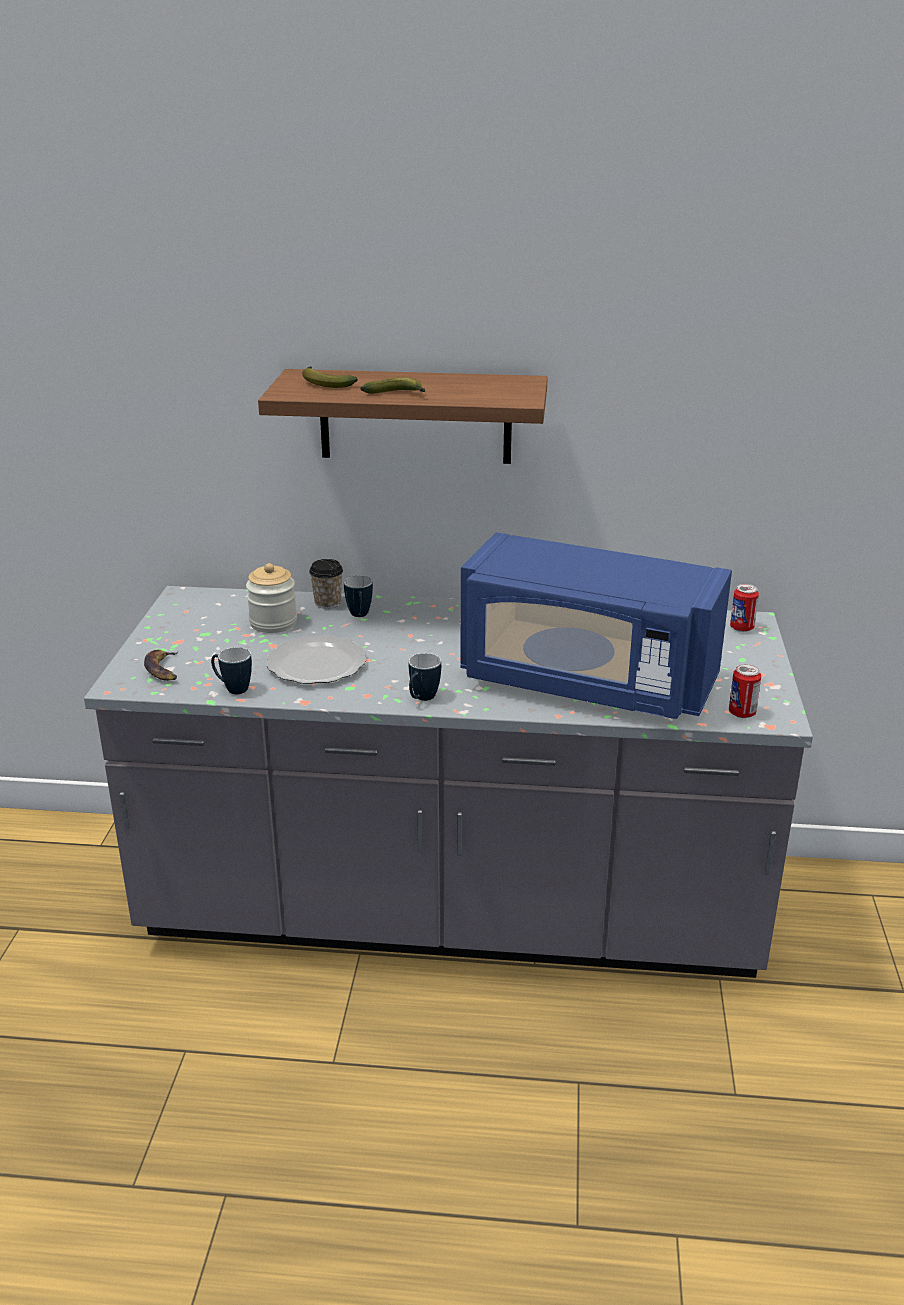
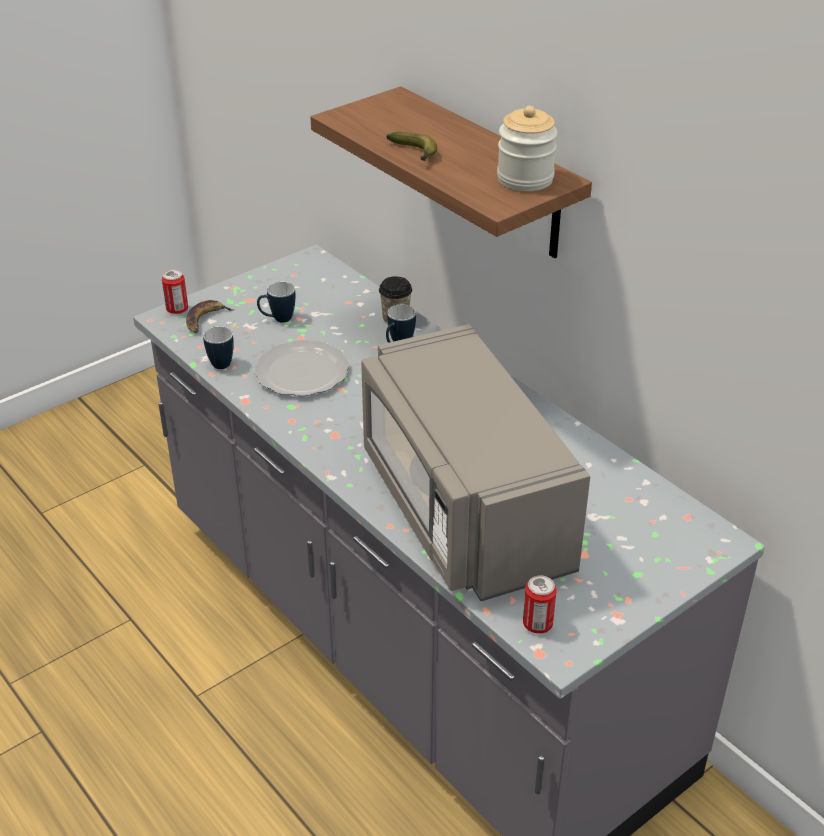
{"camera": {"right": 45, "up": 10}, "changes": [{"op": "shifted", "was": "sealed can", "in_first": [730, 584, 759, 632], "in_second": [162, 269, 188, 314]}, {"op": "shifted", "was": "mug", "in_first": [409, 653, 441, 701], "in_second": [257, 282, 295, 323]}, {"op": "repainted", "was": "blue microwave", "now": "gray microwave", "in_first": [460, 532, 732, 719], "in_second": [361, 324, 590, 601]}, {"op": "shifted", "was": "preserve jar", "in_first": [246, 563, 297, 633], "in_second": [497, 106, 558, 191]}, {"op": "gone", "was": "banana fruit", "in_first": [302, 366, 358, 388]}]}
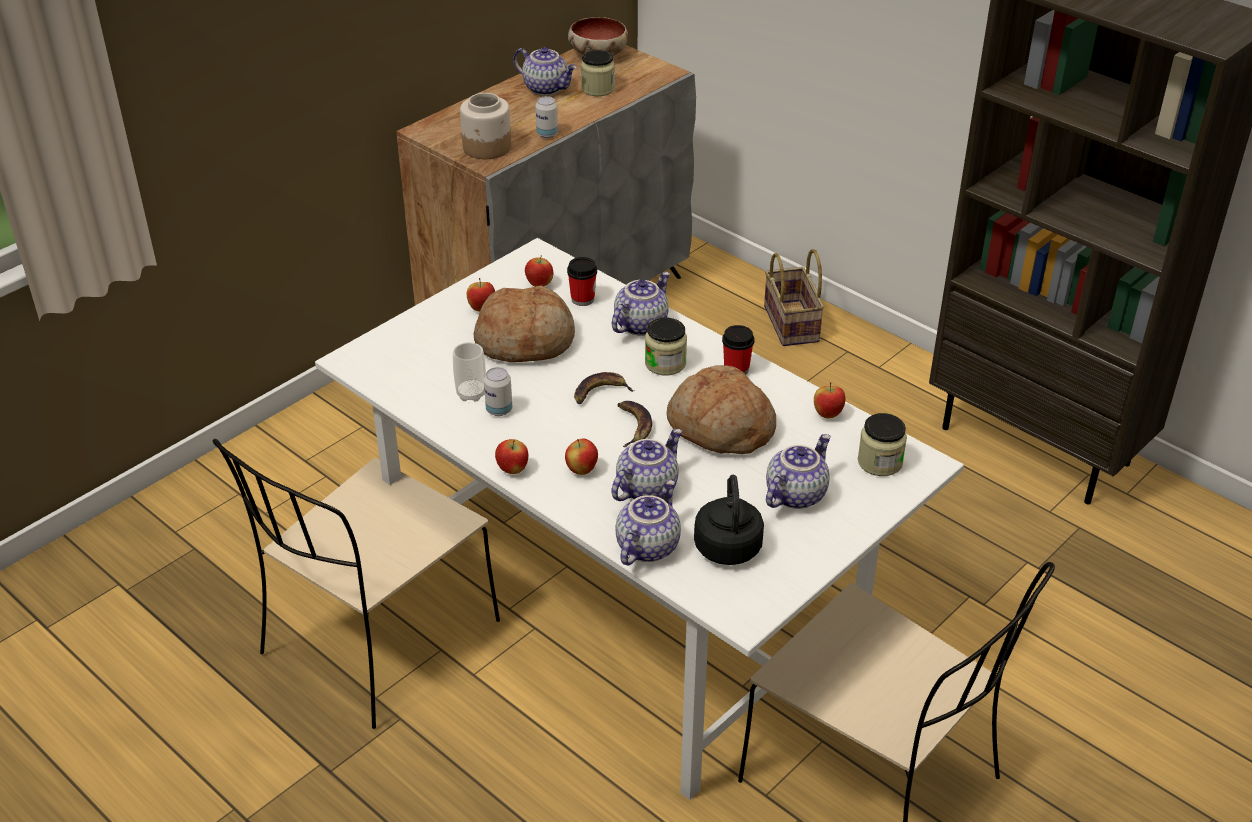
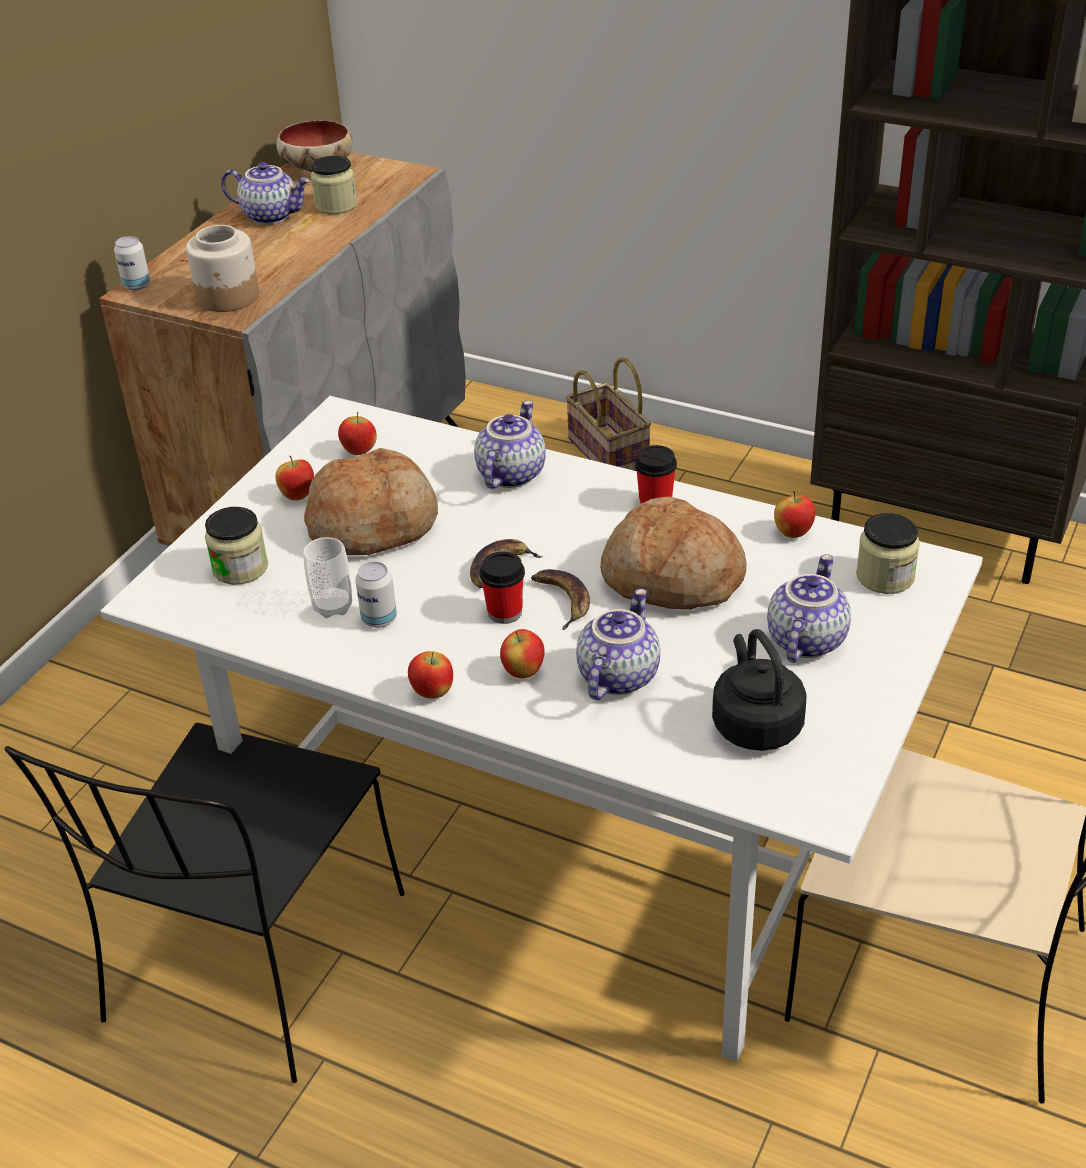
{"camera": {"right": -15, "up": 0}, "changes": [{"op": "repainted", "was": "beige chair", "now": "blackish chair", "in_first": [213, 439, 500, 729], "in_second": [4, 723, 405, 1083]}, {"op": "shifted", "was": "sealed can", "in_first": [535, 96, 558, 138], "in_second": [114, 236, 150, 291]}, {"op": "shifted", "was": "preserve jar", "in_first": [645, 318, 687, 375], "in_second": [205, 507, 268, 585]}, {"op": "shifted", "was": "cup", "in_first": [567, 257, 597, 306], "in_second": [480, 552, 525, 624]}, {"op": "gone", "was": "teapot", "in_first": [616, 480, 681, 566]}]}
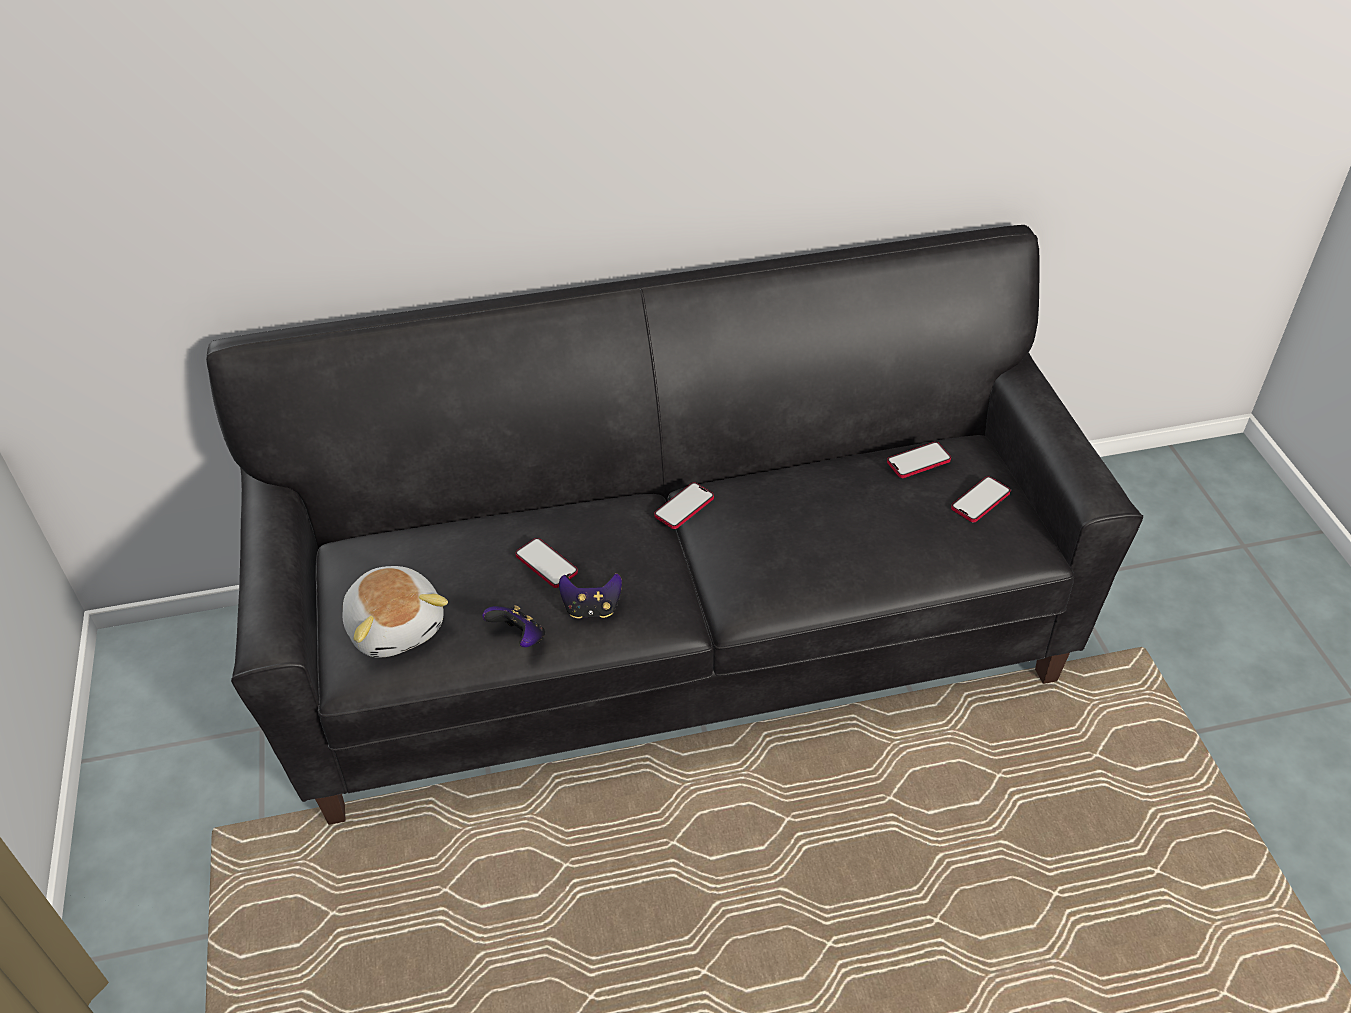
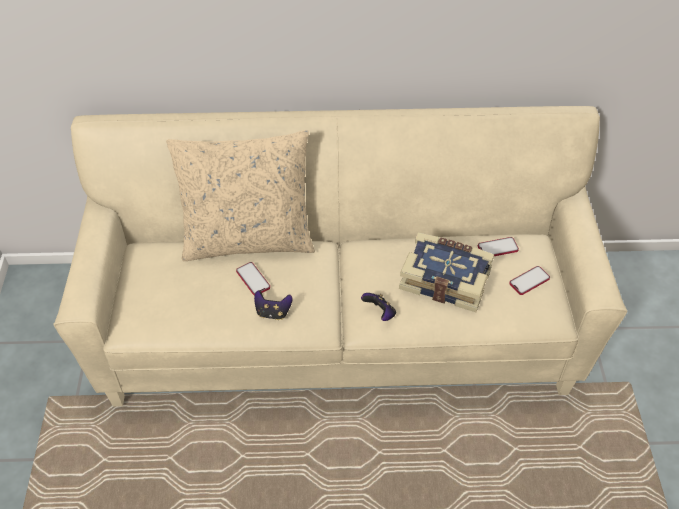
{"camera": {"right": 10, "up": 5}, "changes": [{"op": "repainted", "was": "blackish settee", "now": "beige settee", "in_first": [206, 225, 1143, 825], "in_second": [53, 106, 628, 406]}, {"op": "new", "now": "beige throw pillow", "in_second": [166, 130, 315, 261]}, {"op": "shifted", "was": "joypad", "in_first": [483, 605, 545, 647], "in_second": [361, 293, 396, 321]}, {"op": "new", "now": "bound book", "in_second": [399, 233, 494, 312]}, {"op": "gone", "was": "soft toy", "in_first": [342, 566, 448, 658]}, {"op": "gone", "was": "phone", "in_first": [654, 482, 714, 529]}]}
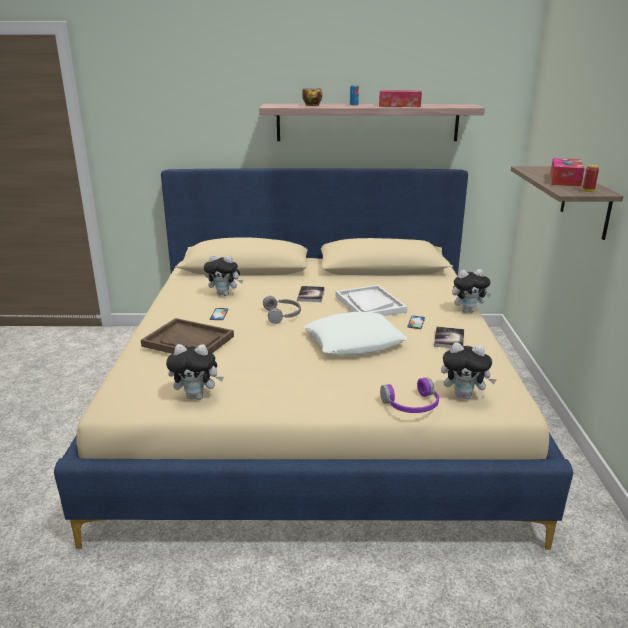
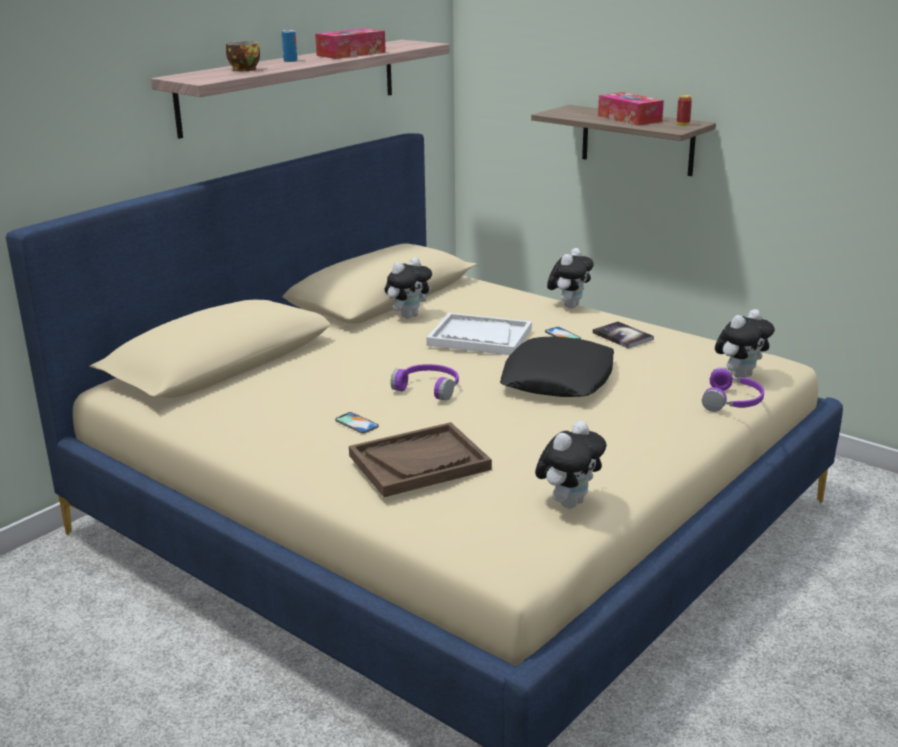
{"camera": {"right": -50, "up": 0}, "changes": [{"op": "shifted", "was": "soft toy", "in_first": [204, 255, 243, 296], "in_second": [384, 257, 432, 318]}, {"op": "repainted", "was": "gray headphones", "now": "purple-coloured headphones", "in_first": [263, 296, 301, 324], "in_second": [390, 364, 459, 401]}, {"op": "repainted", "was": "white-coloured throw pillow", "now": "blackish throw pillow", "in_first": [304, 312, 407, 356], "in_second": [500, 337, 614, 397]}, {"op": "gone", "was": "bound book", "in_first": [297, 286, 325, 302]}]}
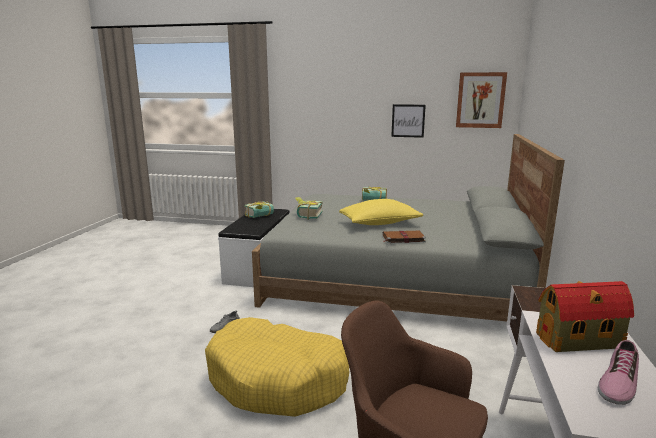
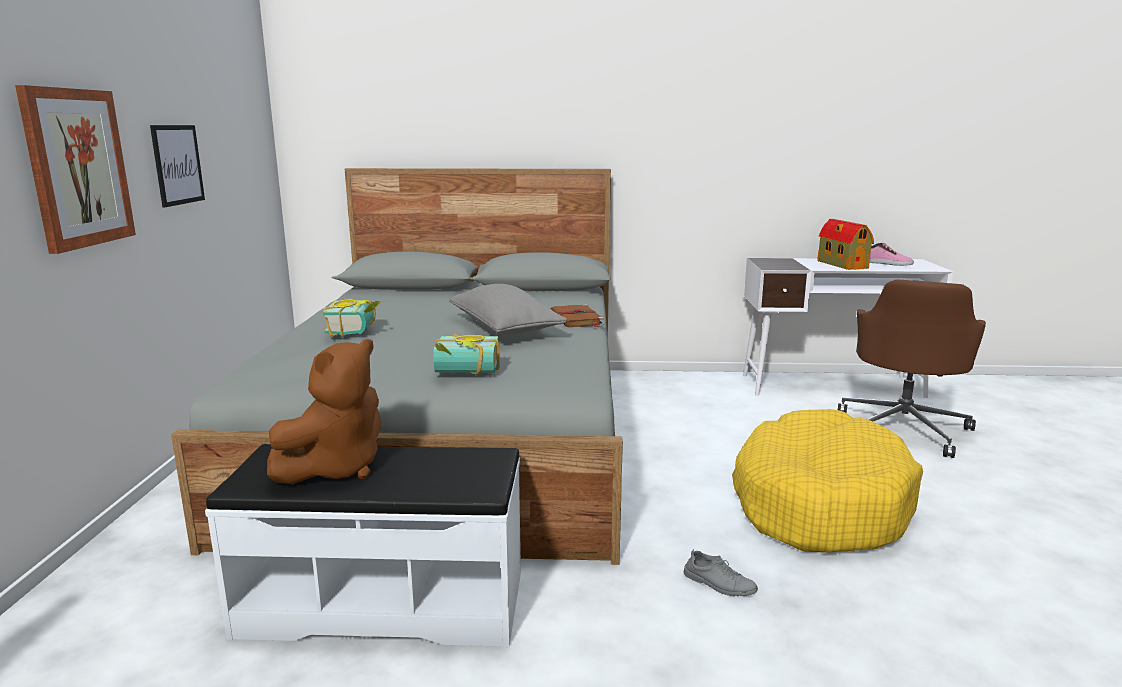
{"camera": {"right": -100, "up": 0}, "changes": [{"op": "shifted", "was": "wall art", "in_first": [456, 72, 507, 128], "in_second": [15, 85, 136, 254]}, {"op": "swapped", "was": "bound book", "now": "brown-coloured soft toy", "in_first": [244, 201, 274, 218], "in_second": [267, 339, 381, 484]}, {"op": "repainted", "was": "yellow-coloured throw pillow", "now": "gray throw pillow", "in_first": [339, 199, 423, 225], "in_second": [449, 284, 567, 335]}]}
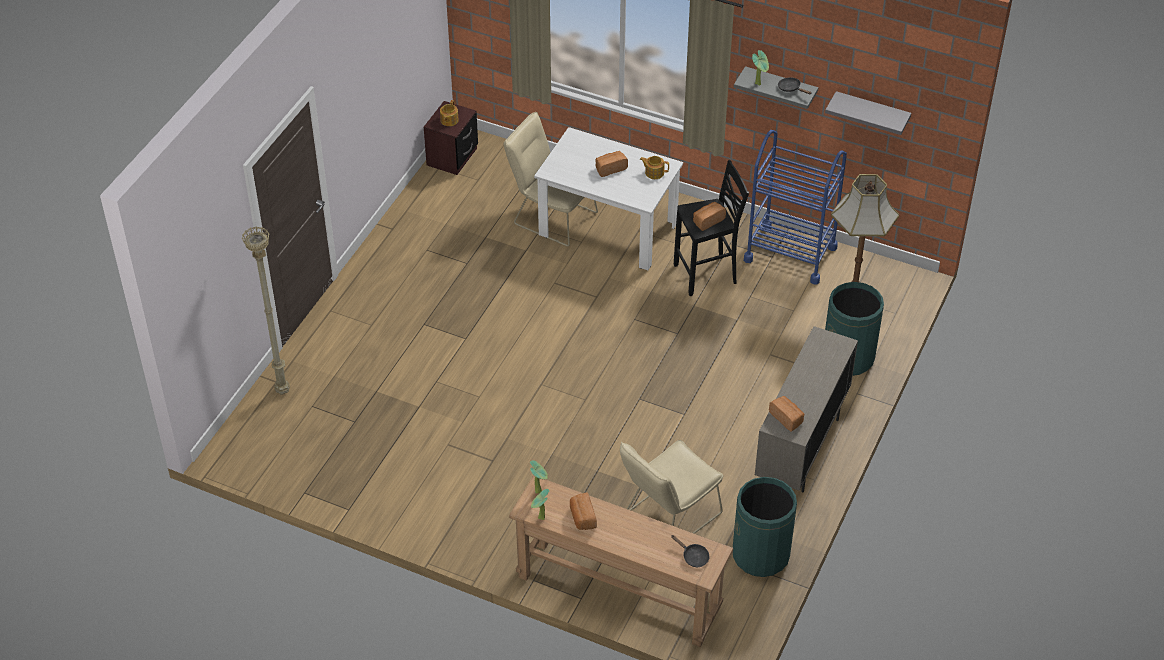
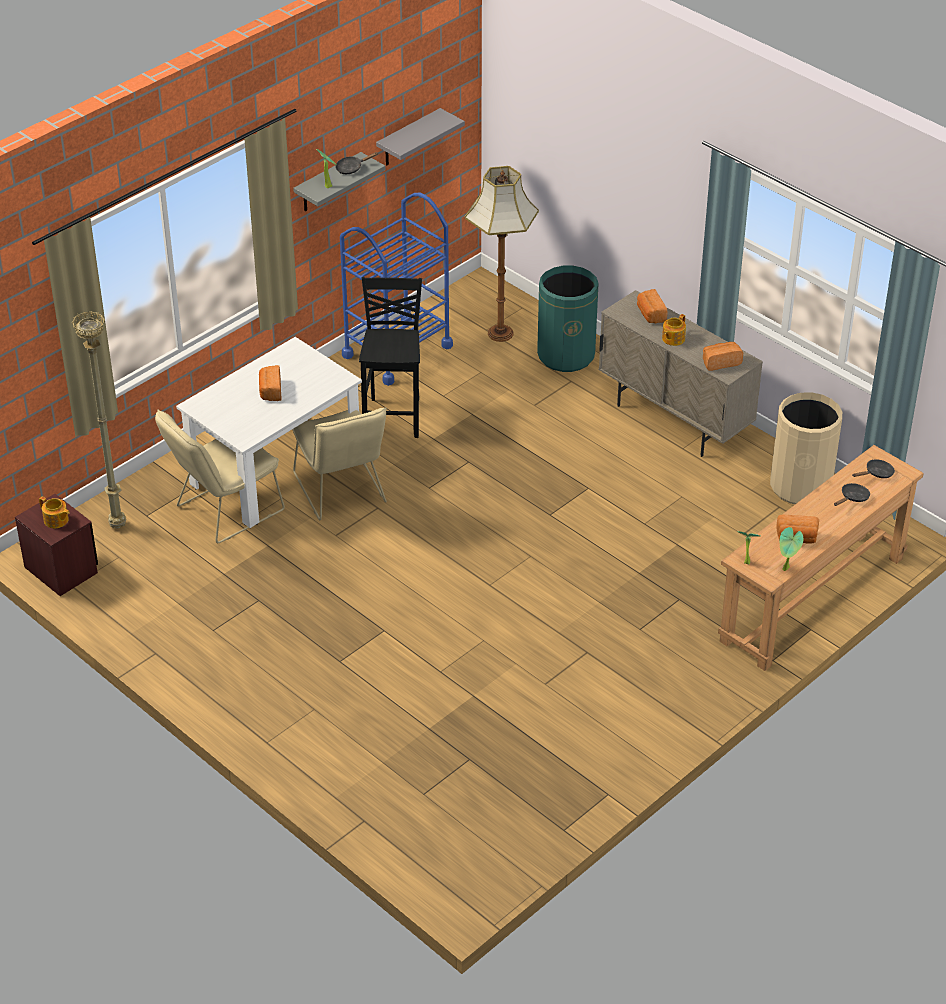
{"camera": {"right": -70, "up": -5}, "changes": [{"op": "shifted", "was": "beige standing lamp", "in_first": [242, 226, 290, 395], "in_second": [72, 311, 126, 529]}, {"op": "shifted", "was": "beige chair", "in_first": [620, 440, 723, 534], "in_second": [292, 407, 387, 520]}, {"op": "shifted", "was": "bakery bread", "in_first": [693, 202, 726, 231], "in_second": [637, 289, 668, 323]}, {"op": "shifted", "was": "teapot", "in_first": [640, 156, 669, 179], "in_second": [662, 314, 686, 346]}, {"op": "repainted", "was": "green rubbish bin", "now": "beige rubbish bin", "in_first": [733, 477, 797, 577], "in_second": [770, 392, 842, 504]}, {"op": "new", "now": "blackish pan", "in_second": [834, 483, 870, 506]}]}
